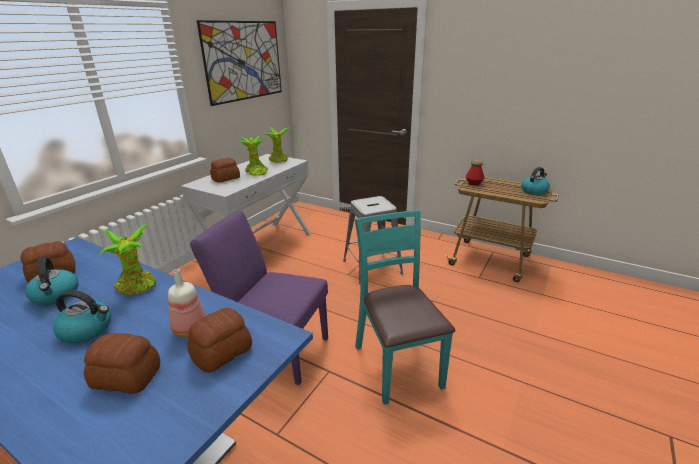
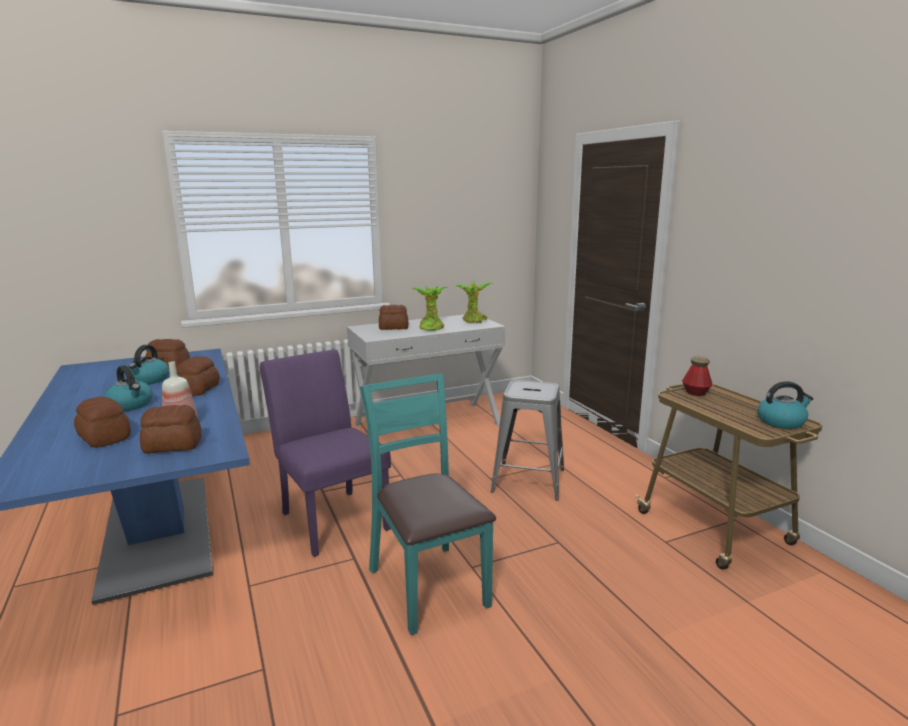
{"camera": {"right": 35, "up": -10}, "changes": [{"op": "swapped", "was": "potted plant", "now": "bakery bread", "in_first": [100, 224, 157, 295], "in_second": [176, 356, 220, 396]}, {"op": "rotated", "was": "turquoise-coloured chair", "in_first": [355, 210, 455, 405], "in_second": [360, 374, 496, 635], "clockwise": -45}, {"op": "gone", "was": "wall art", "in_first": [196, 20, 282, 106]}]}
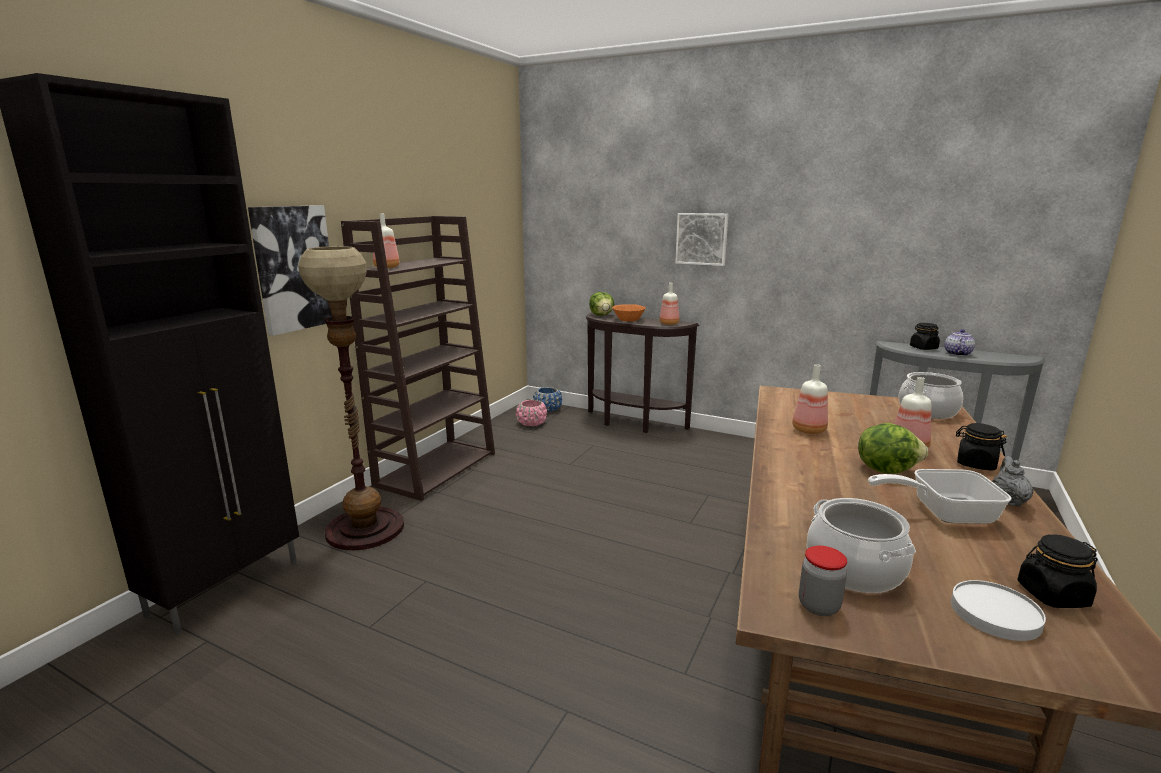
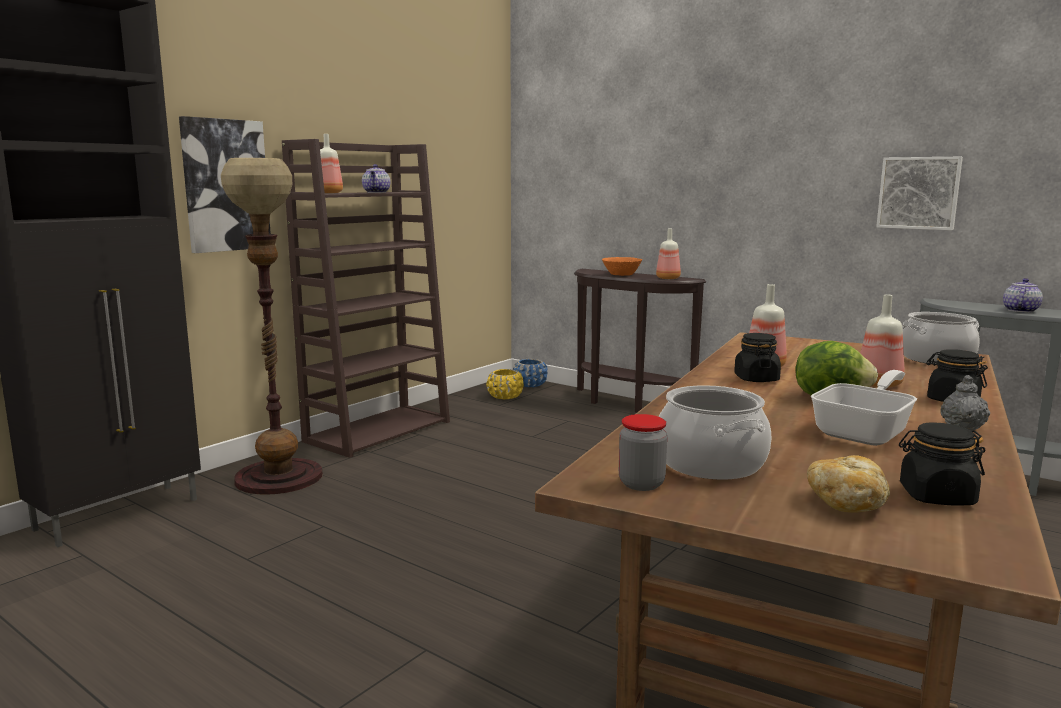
{"camera": {"right": 10, "up": -5}, "changes": [{"op": "new", "now": "teapot", "in_second": [362, 164, 391, 193]}, {"op": "repainted", "was": "pink flower pot", "now": "yellow-coloured flower pot", "in_first": [516, 399, 547, 426], "in_second": [486, 369, 524, 400]}, {"op": "shifted", "was": "blackish preserve jar", "in_first": [910, 323, 940, 350], "in_second": [734, 333, 781, 382]}, {"op": "swapped", "was": "white-coloured dinner plate", "now": "bakery bread", "in_first": [951, 580, 1046, 641], "in_second": [807, 455, 890, 513]}, {"op": "rotated", "was": "pan", "in_first": [868, 469, 1012, 524], "in_second": [811, 370, 917, 446], "clockwise": 120}, {"op": "shifted", "was": "wall art", "in_first": [675, 213, 729, 266], "in_second": [876, 157, 963, 230]}, {"op": "gone", "was": "lettuce", "in_first": [589, 292, 614, 316]}]}
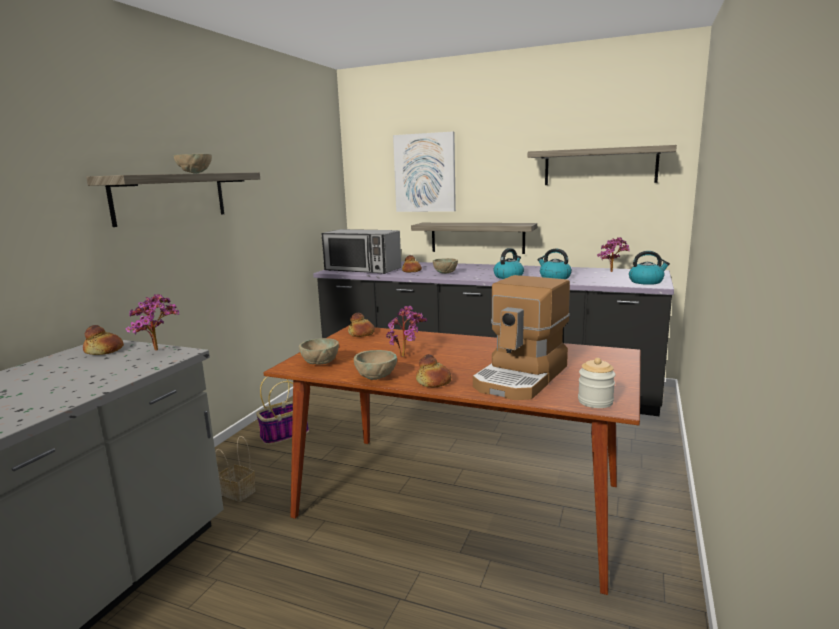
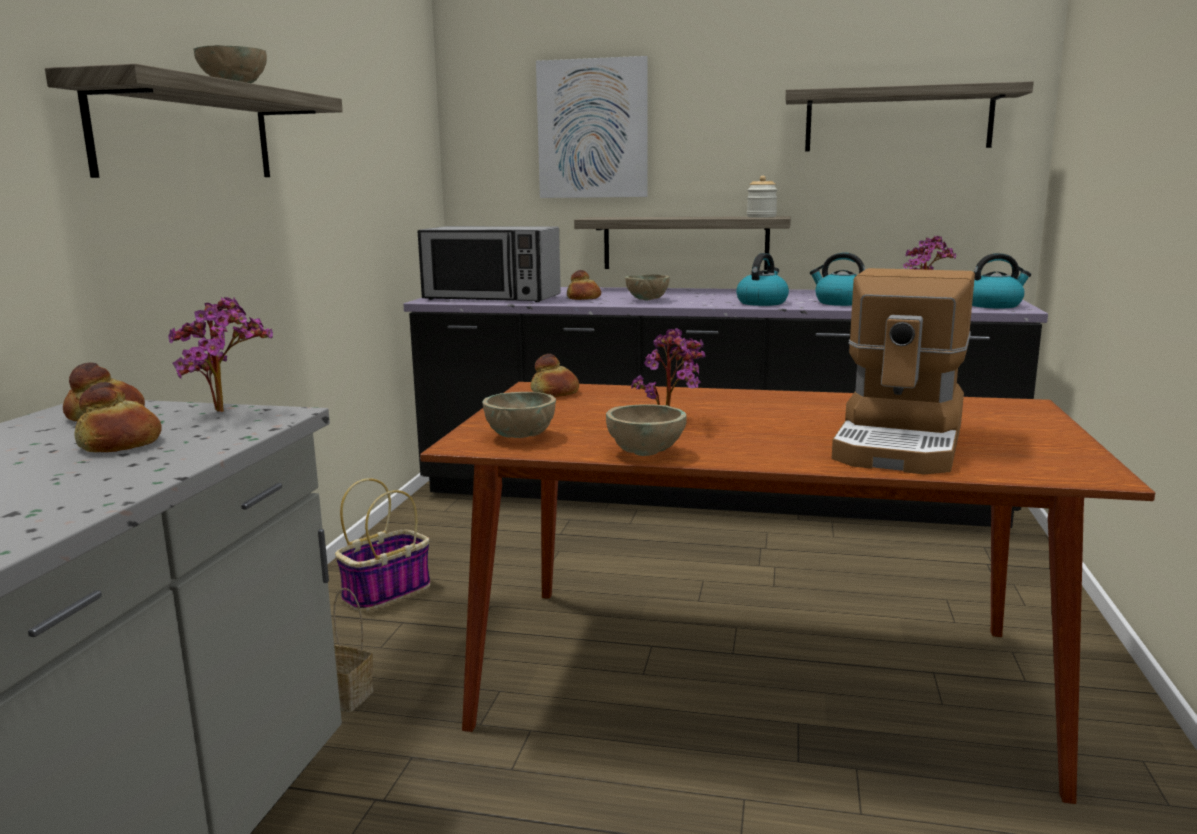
{"camera": {"right": -10, "up": 0}, "changes": [{"op": "shifted", "was": "bakery bread", "in_first": [416, 354, 451, 388], "in_second": [74, 382, 162, 452]}, {"op": "shifted", "was": "preserve jar", "in_first": [578, 358, 616, 408], "in_second": [747, 176, 778, 218]}]}
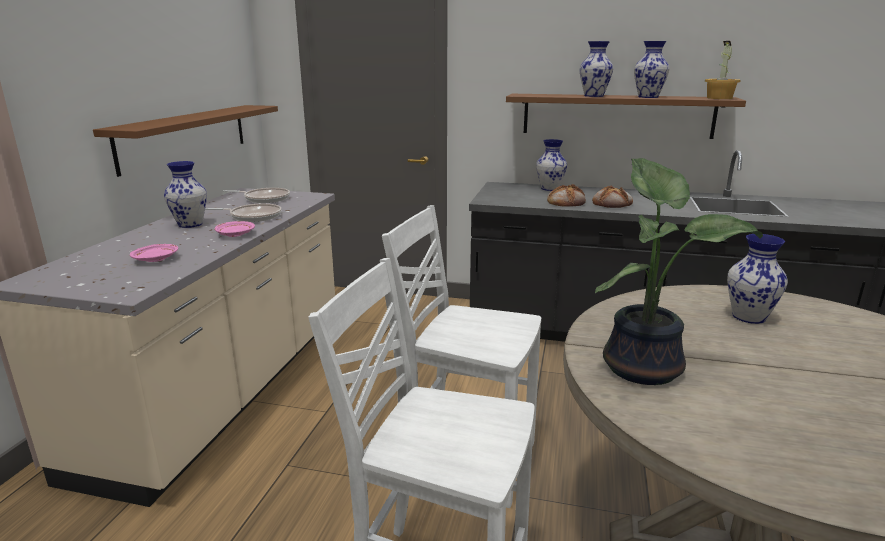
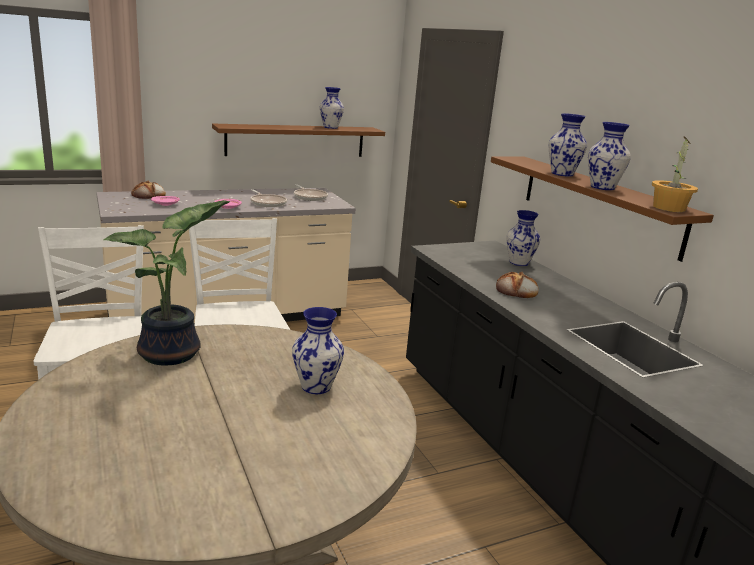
{"camera": {"right": 50, "up": 0}, "changes": [{"op": "shifted", "was": "bakery bread", "in_first": [547, 184, 586, 207], "in_second": [131, 181, 166, 199]}, {"op": "shifted", "was": "flower vase", "in_first": [164, 161, 207, 228], "in_second": [320, 87, 344, 129]}]}
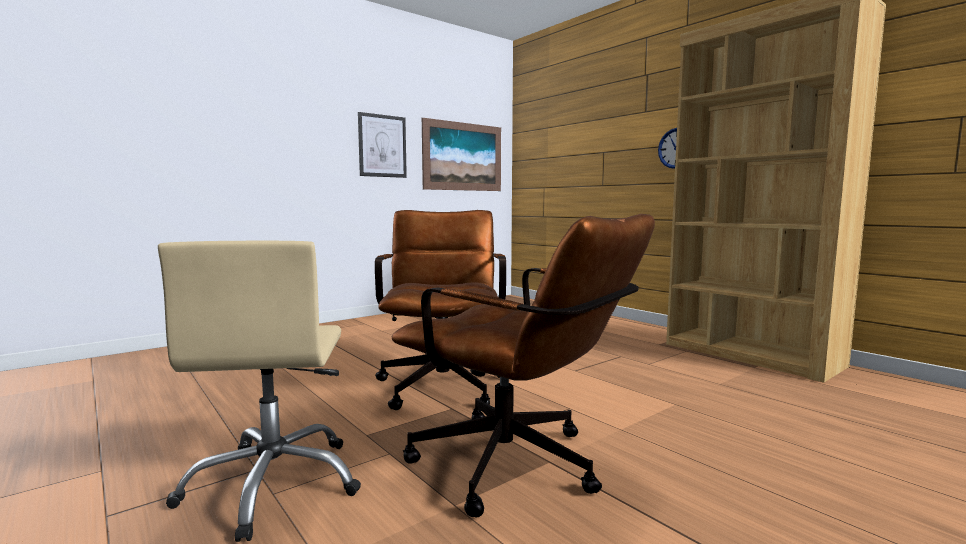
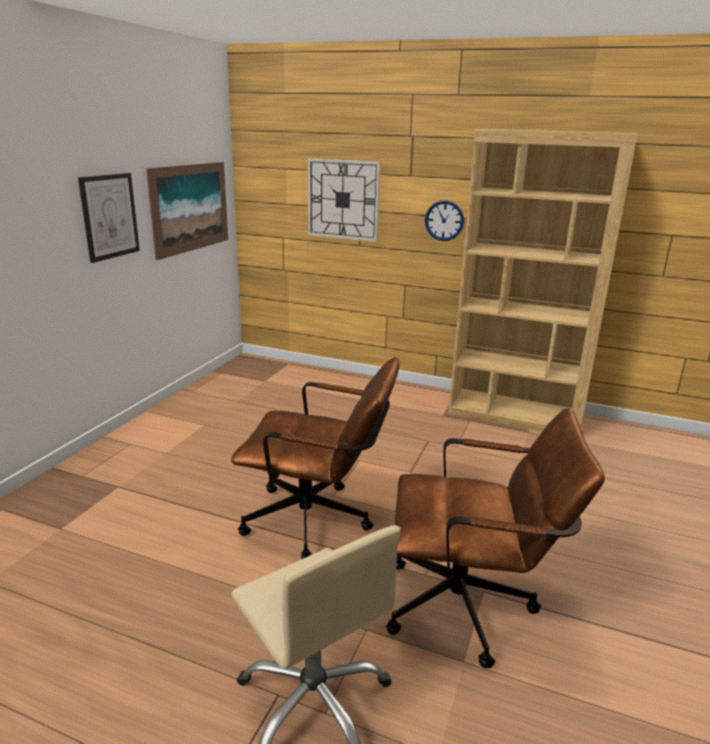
{"camera": {"right": -30, "up": 15}, "changes": [{"op": "rotated", "was": "brown-coloured computer chair", "in_first": [375, 210, 506, 410], "in_second": [231, 357, 400, 559], "clockwise": 135}, {"op": "new", "now": "wall clock", "in_second": [308, 158, 380, 242]}]}
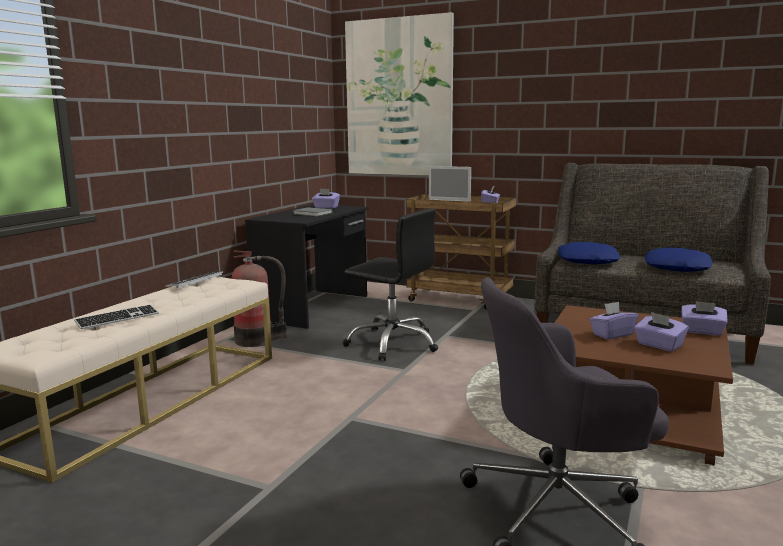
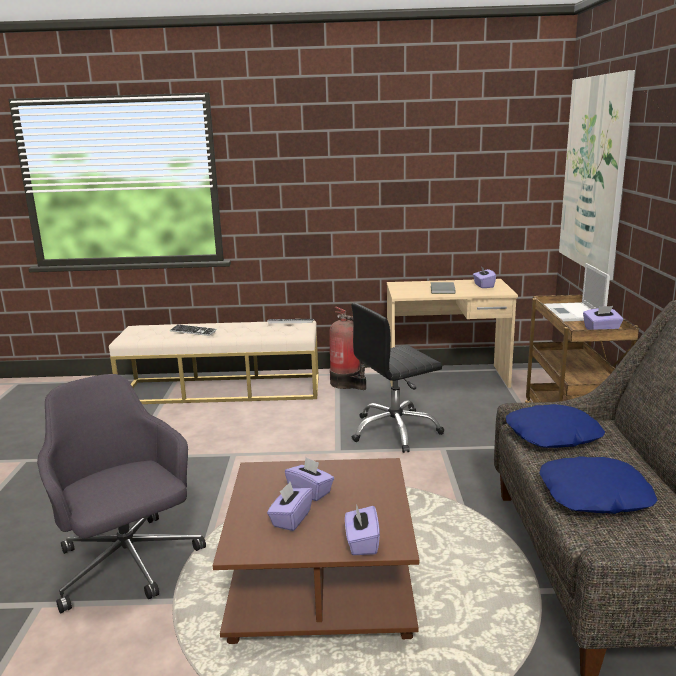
{"camera": {"right": 65, "up": 5}, "changes": [{"op": "rotated", "was": "blackish computer chair", "in_first": [343, 208, 438, 361], "in_second": [351, 303, 444, 453], "clockwise": 60}, {"op": "repainted", "was": "blackish desk", "now": "beige desk", "in_first": [245, 204, 369, 329], "in_second": [387, 279, 518, 388]}]}
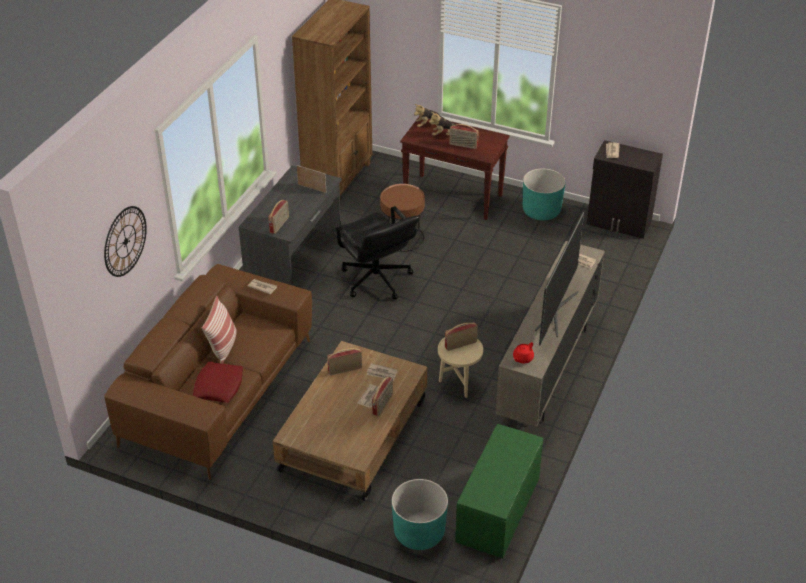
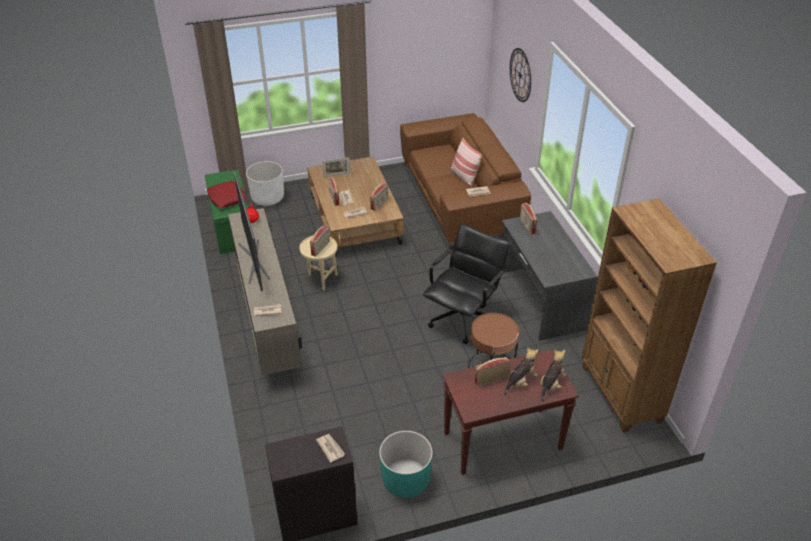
{"camera": {"right": 140, "up": 0}, "changes": [{"op": "shifted", "was": "reddish throw pillow", "in_first": [193, 361, 243, 403], "in_second": [207, 181, 247, 208]}, {"op": "repainted", "was": "turquoise-coloured flower pot", "now": "white-coloured flower pot", "in_first": [392, 479, 448, 550], "in_second": [246, 161, 284, 206]}, {"op": "shifted", "was": "photo frame", "in_first": [297, 165, 326, 193], "in_second": [322, 157, 350, 177]}, {"op": "rotated", "was": "blackish computer chair", "in_first": [332, 206, 419, 300], "in_second": [423, 224, 511, 344], "clockwise": 105}]}
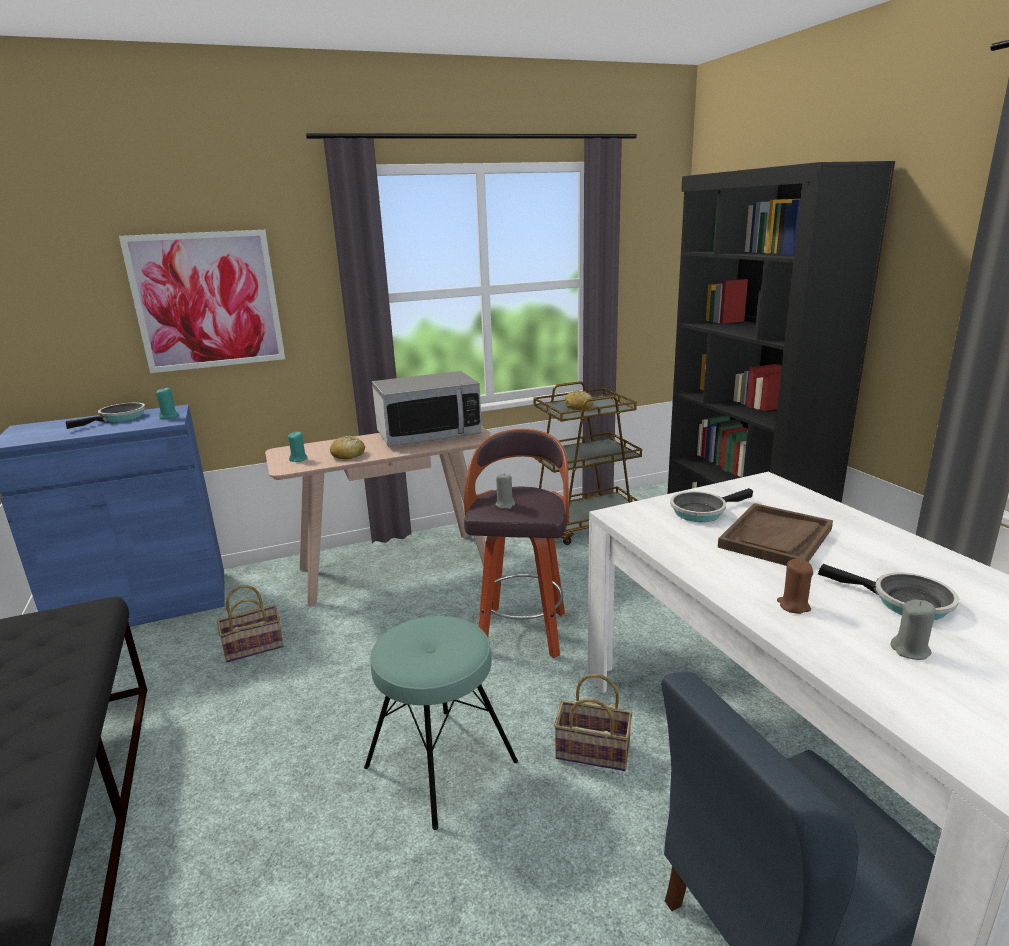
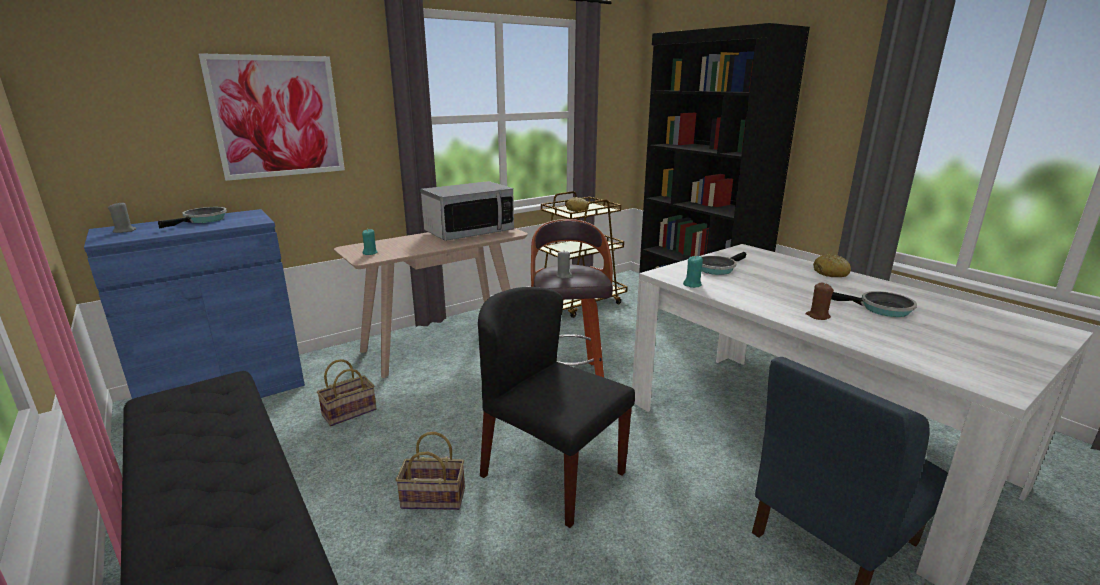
{"camera": {"right": -15, "up": 0}, "changes": [{"op": "shifted", "was": "gray wax light", "in_first": [891, 600, 936, 660], "in_second": [108, 201, 136, 233]}, {"op": "shifted", "was": "basket", "in_first": [554, 674, 632, 771], "in_second": [396, 432, 465, 510]}, {"op": "swapped", "was": "turquoise-coloured sitting stool", "now": "blackish chair", "in_first": [364, 616, 518, 830], "in_second": [478, 287, 635, 528]}, {"op": "shifted", "was": "turquoise-coloured wax light", "in_first": [156, 387, 179, 419], "in_second": [683, 256, 703, 288]}, {"op": "shifted", "was": "bakery bread", "in_first": [330, 435, 365, 459], "in_second": [813, 254, 851, 277]}, {"op": "gone", "was": "brown-coloured serving tray", "in_first": [718, 503, 833, 566]}]}
